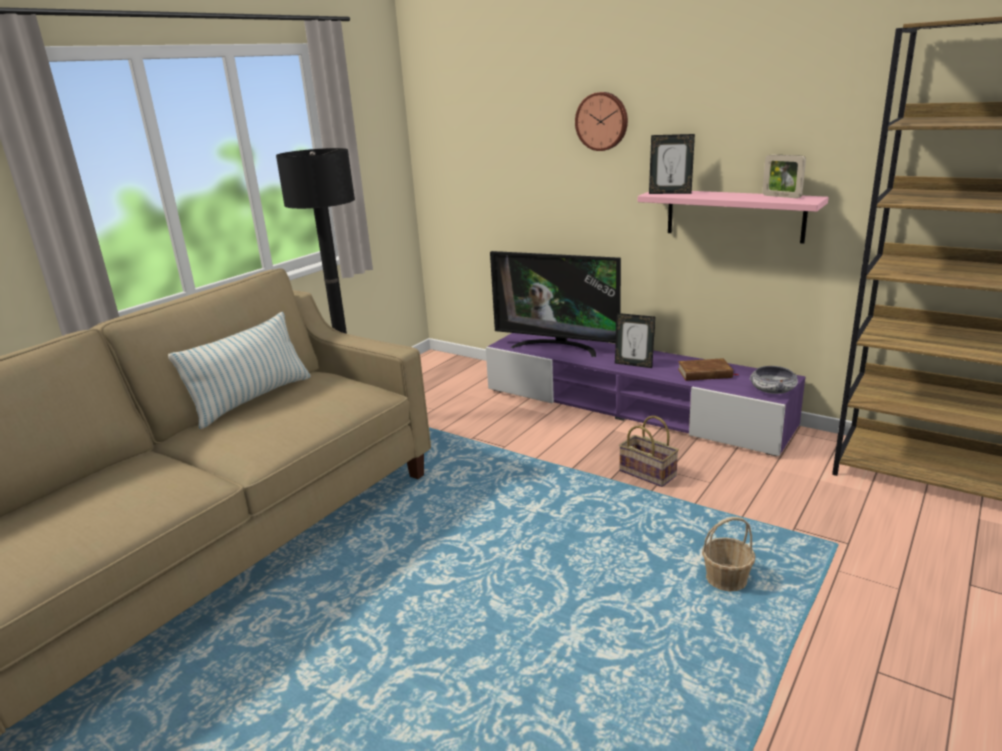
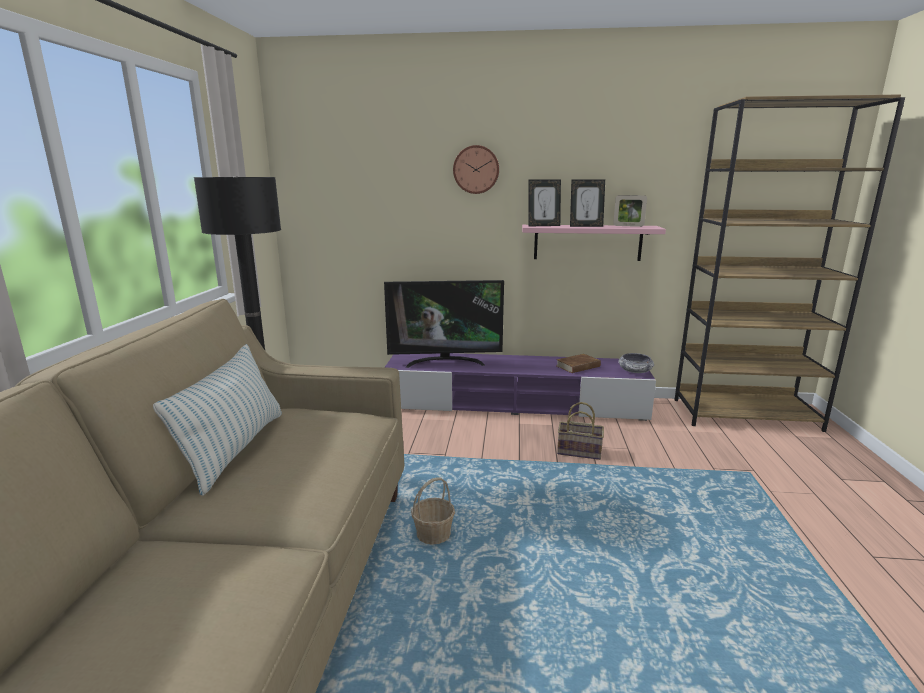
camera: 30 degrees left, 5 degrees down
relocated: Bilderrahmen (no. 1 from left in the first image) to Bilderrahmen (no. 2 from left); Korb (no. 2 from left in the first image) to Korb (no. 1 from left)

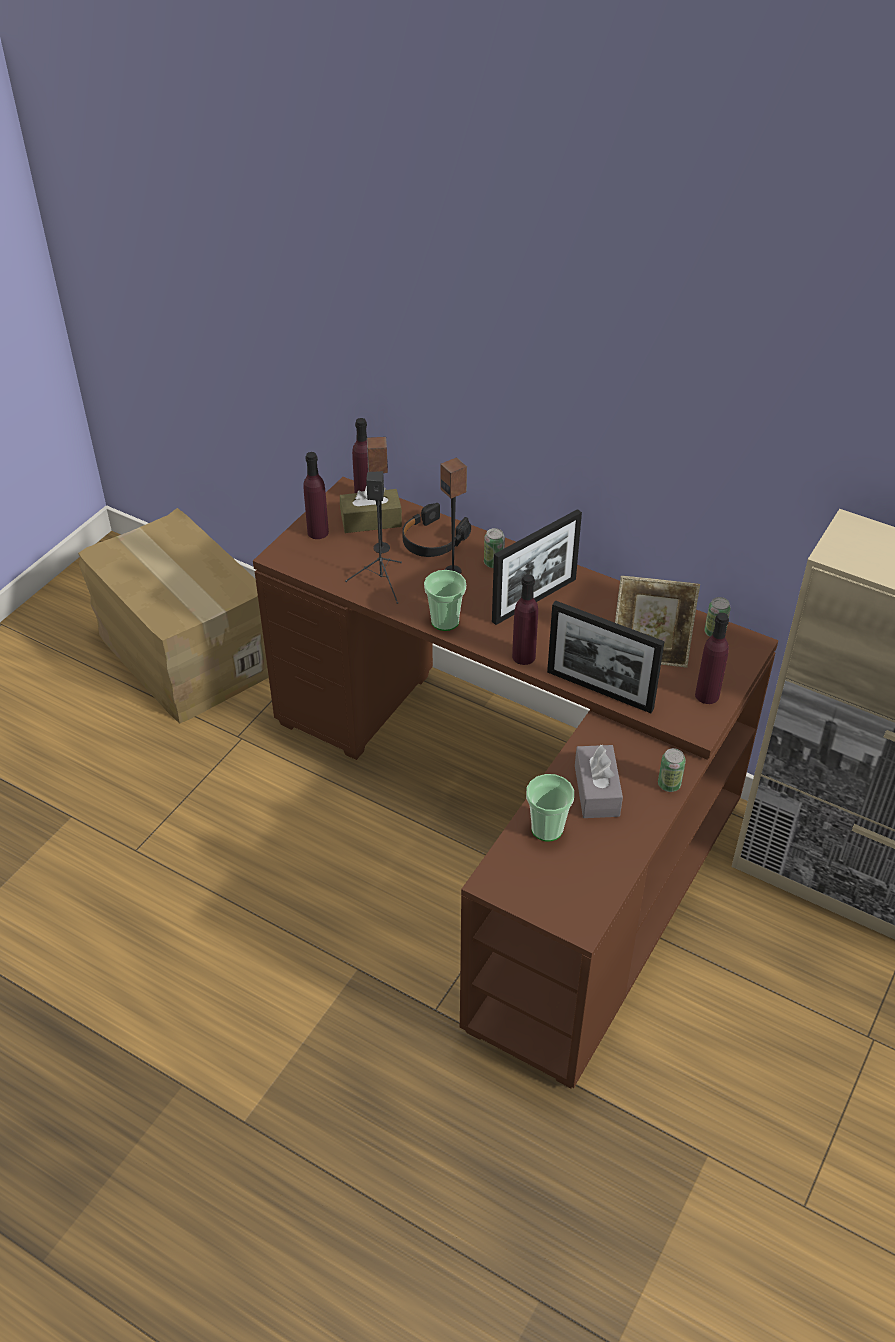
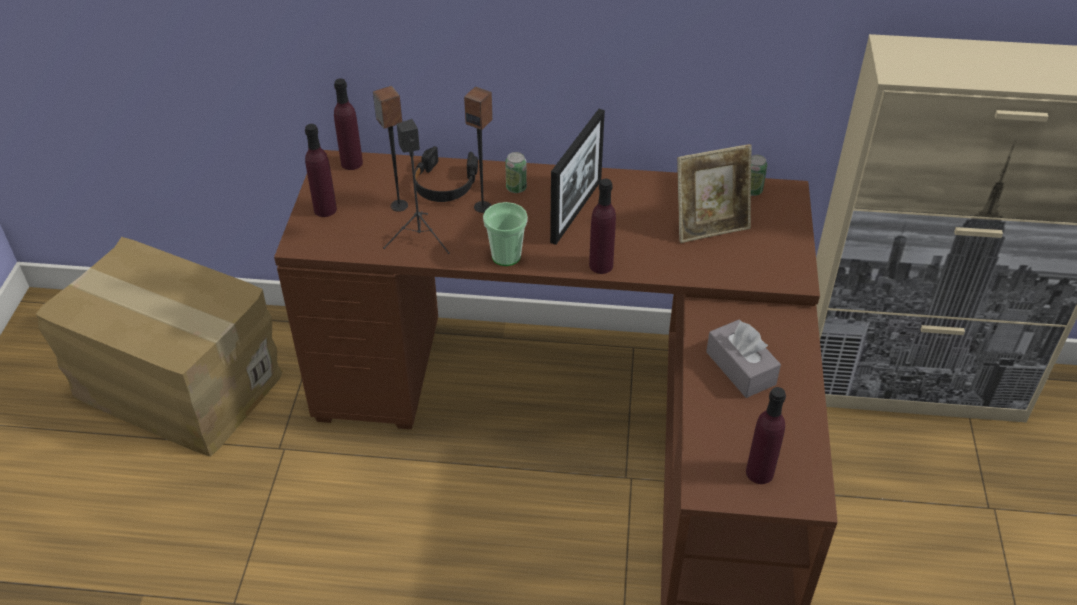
camera: 25 degrees left, 0 degrees up
missing: Taschentuchbox [braun]; Tasse (no. 2 from left); Bilderrahmen (no. 2 from left); Dose (no. 2 from left)
relocated: Flasche [lila] (no. 4 from left)

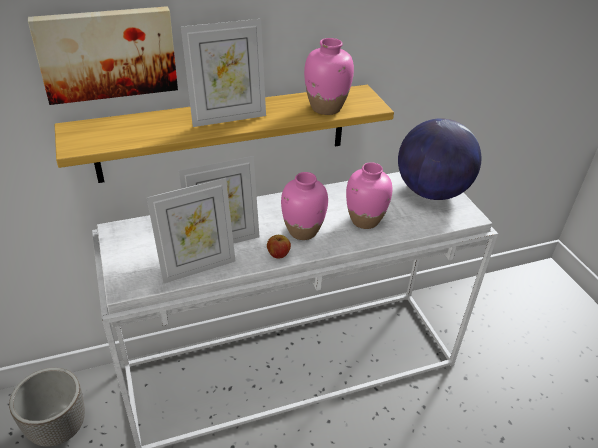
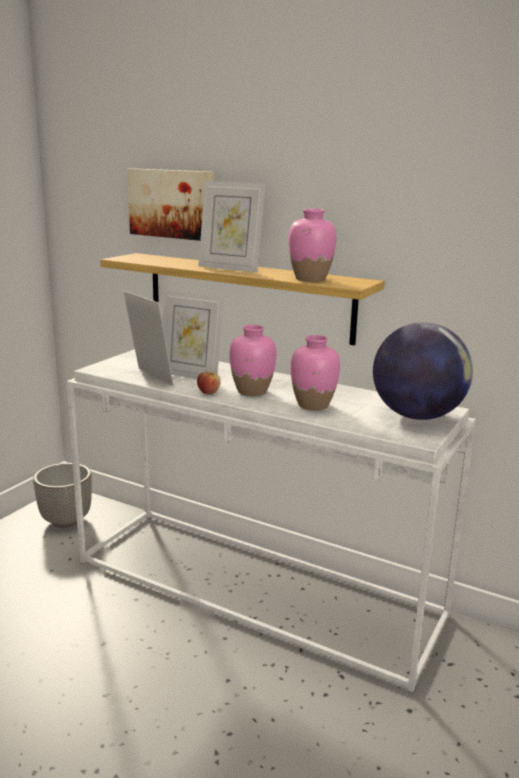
camera: 50 degrees right, 20 degrees down
spun: Bilderrahmen (no. 1 from left) 150 degrees counterclockwise

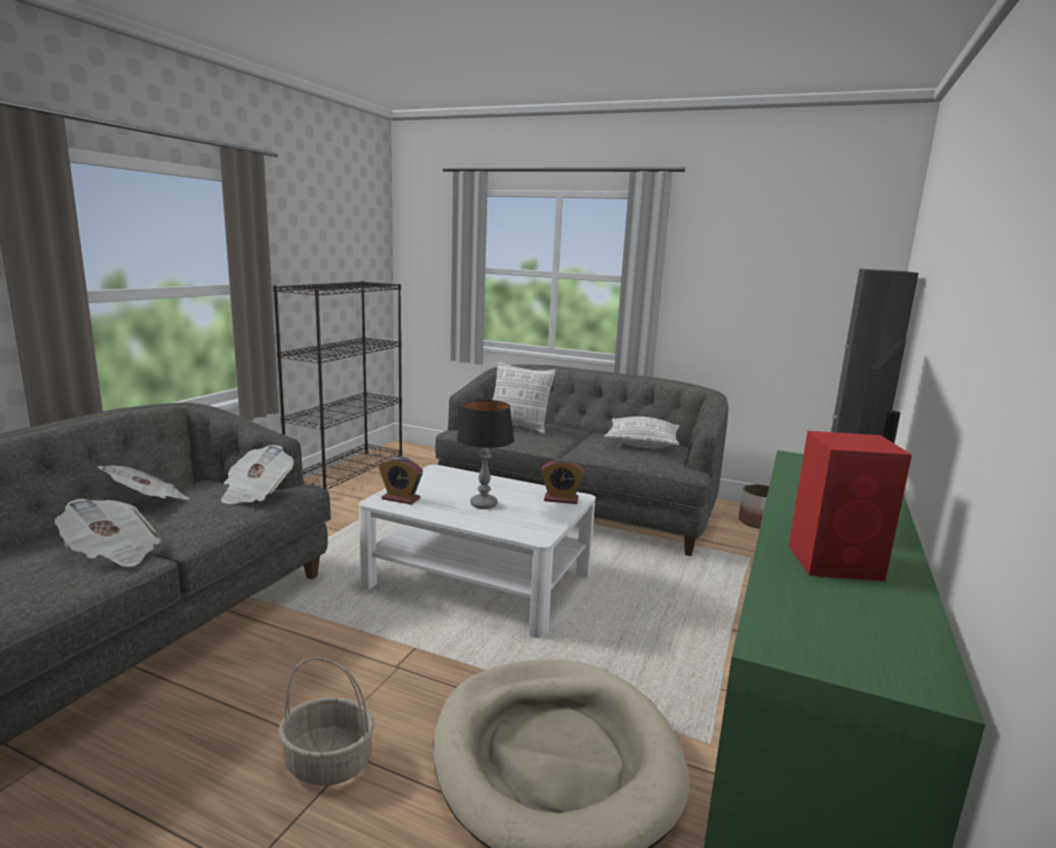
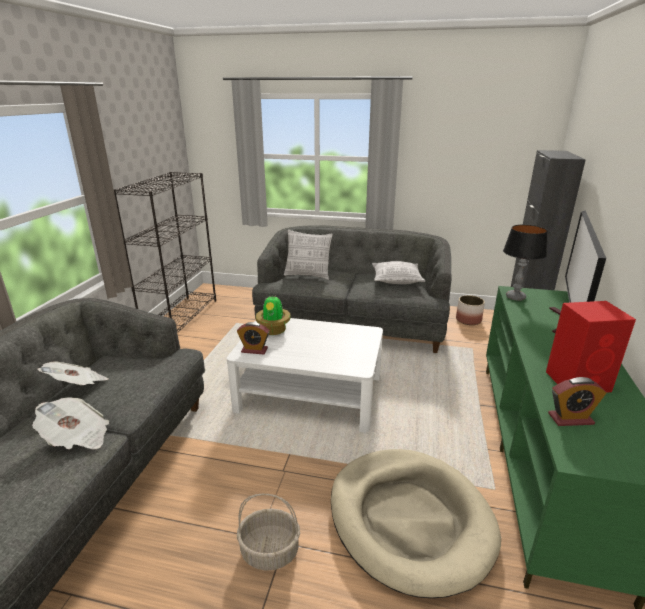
camera: 10 degrees left, 10 degrees up
missing: Zeitung (no. 3 from left)
appeared: Topfpflanze
relocated: Tischlampe; Wecker (no. 2 from left)

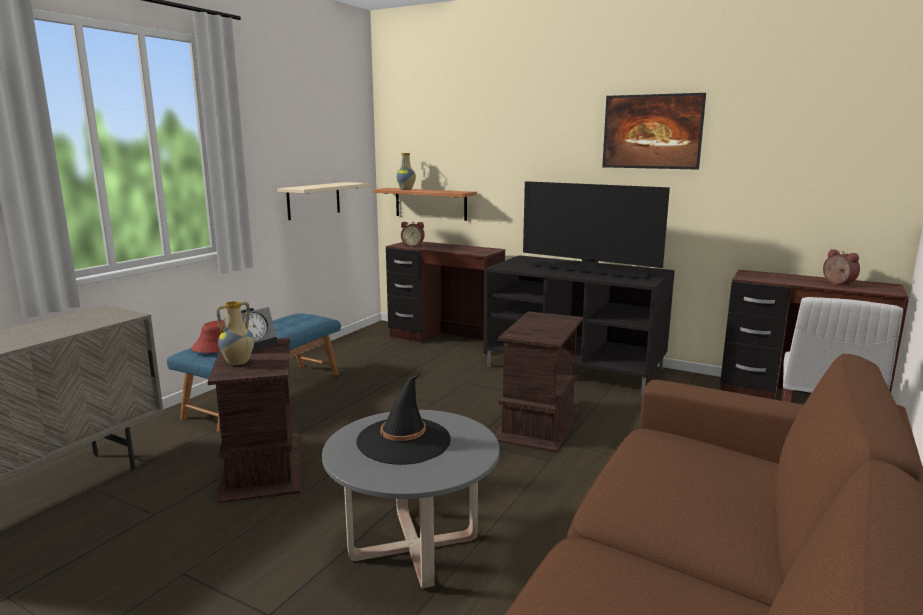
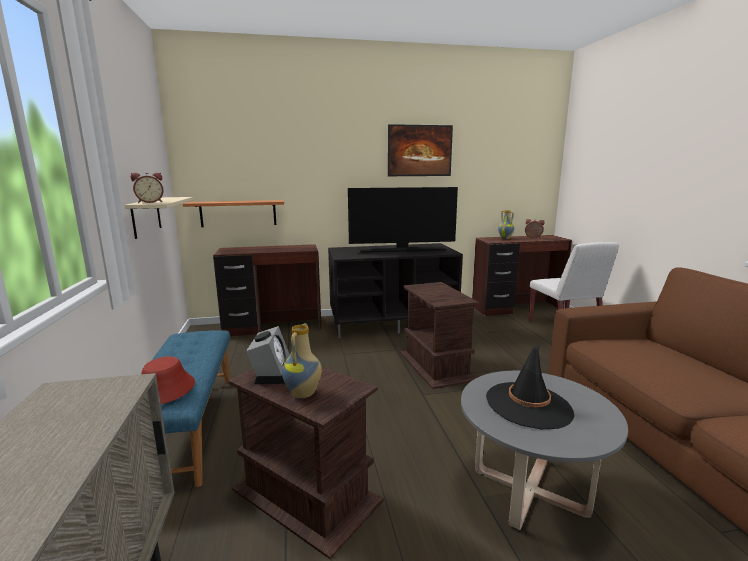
camera: 40 degrees left, 0 degrees up
relocated: Vase (no. 2 from left); Wecker (no. 2 from left in the first image) to Wecker (no. 1 from left)

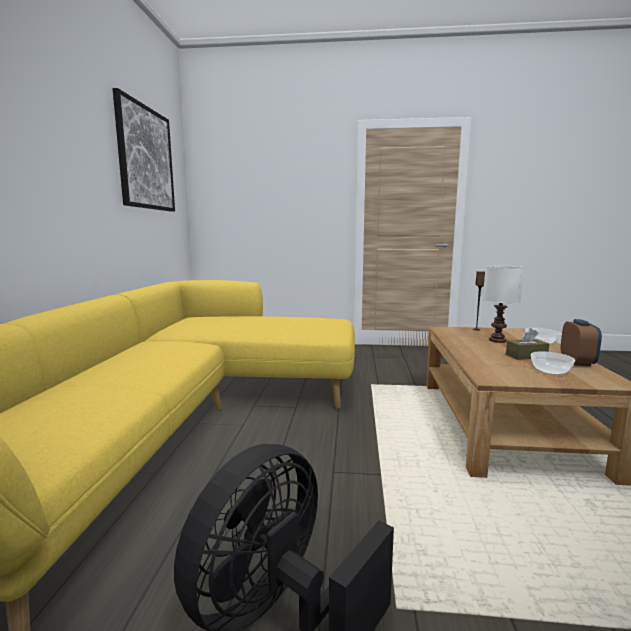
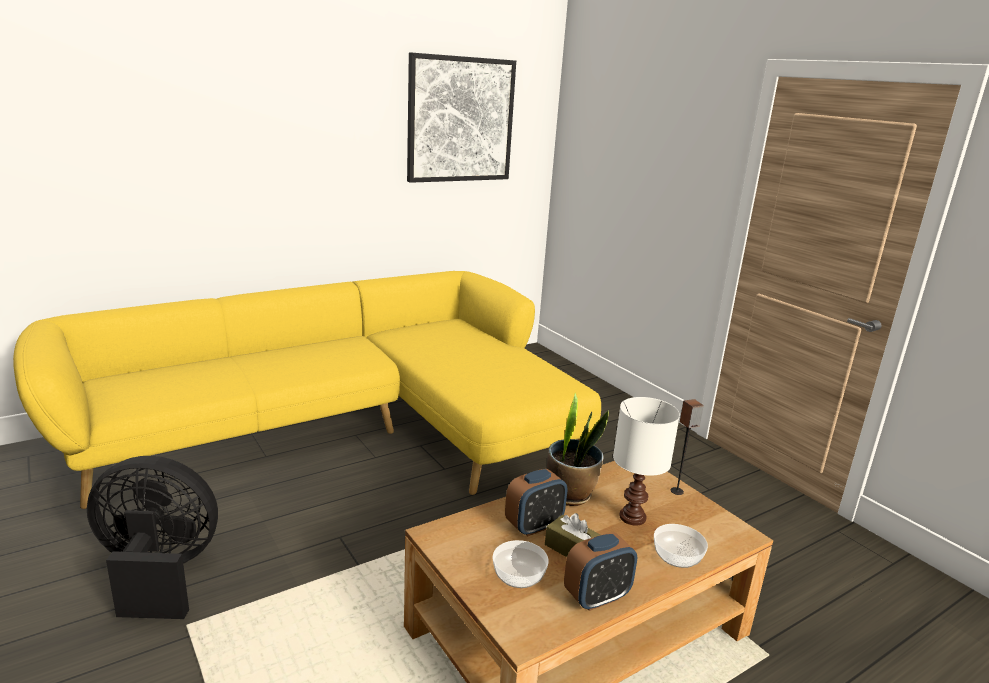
camera: 50 degrees right, 10 degrees up
appeared: Wecker (no. 1 from left); Topfpflanze

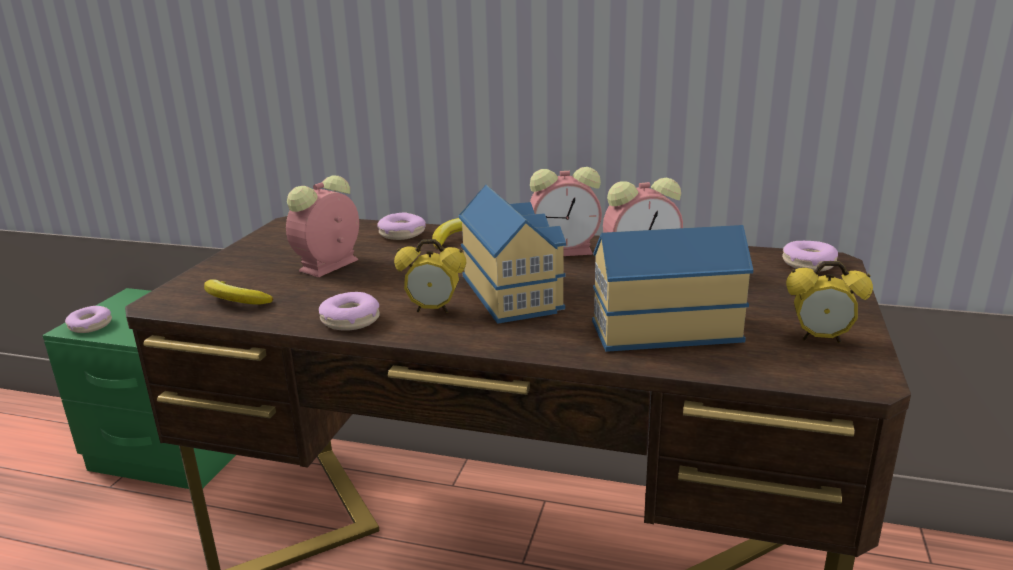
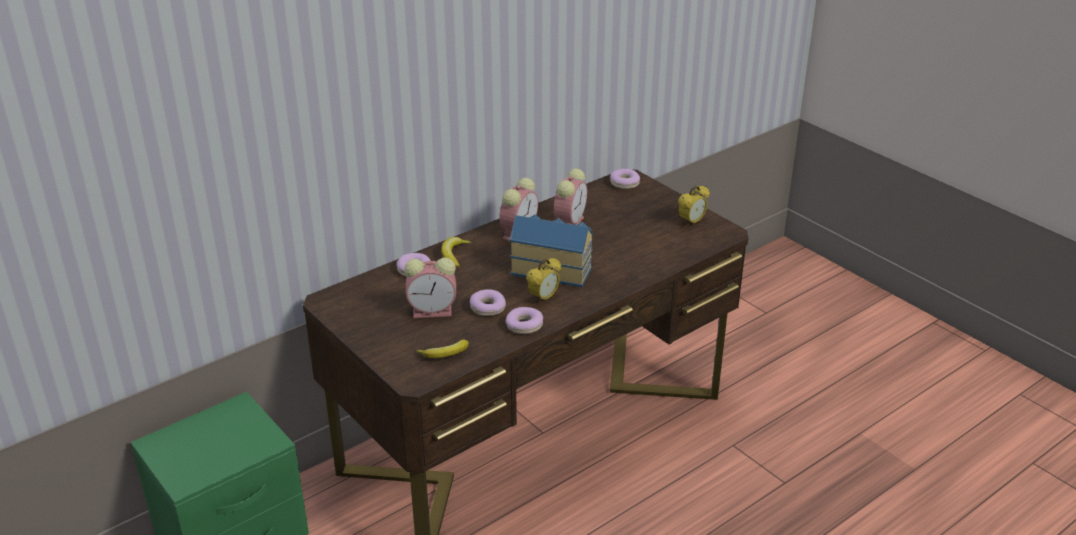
camera: 55 degrees left, 10 degrees up
missing: Spielzeughaus (no. 2 from left)
relocated: Donut (no. 1 from left in the first image) to Donut (no. 2 from left)
spun: Wecker (no. 1 from left) 75 degrees counterclockwise

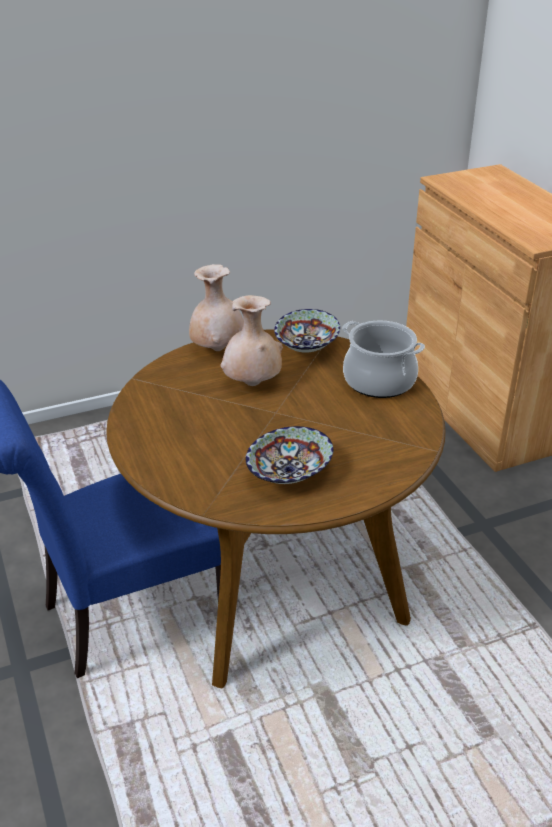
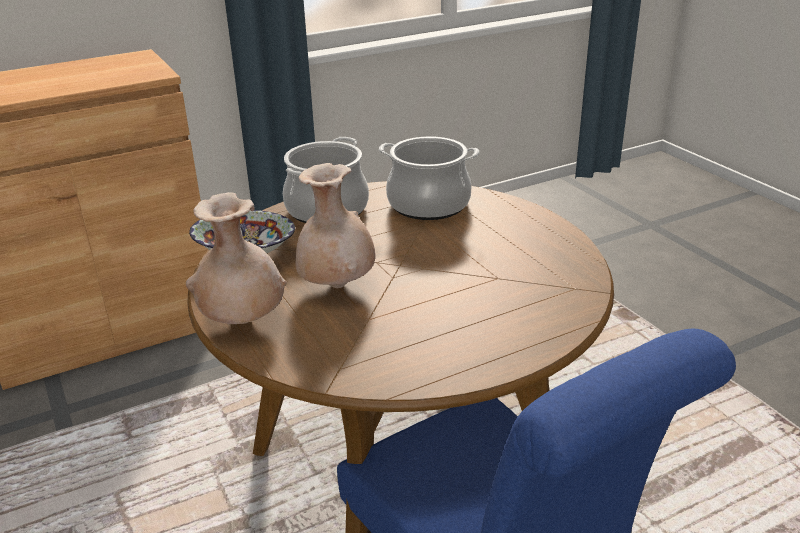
camera: 95 degrees left, 5 degrees down
missing: Schüssel (no. 1 from left)
appeared: Kochtopf (no. 2 from left)

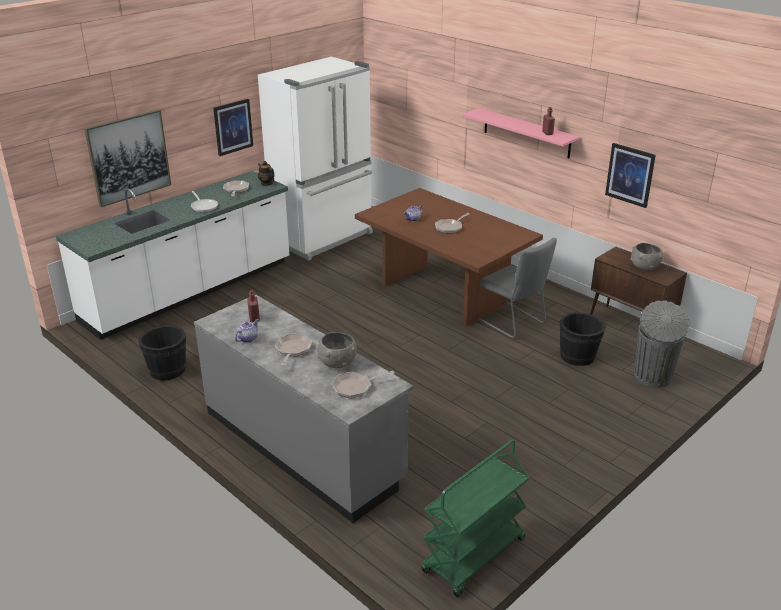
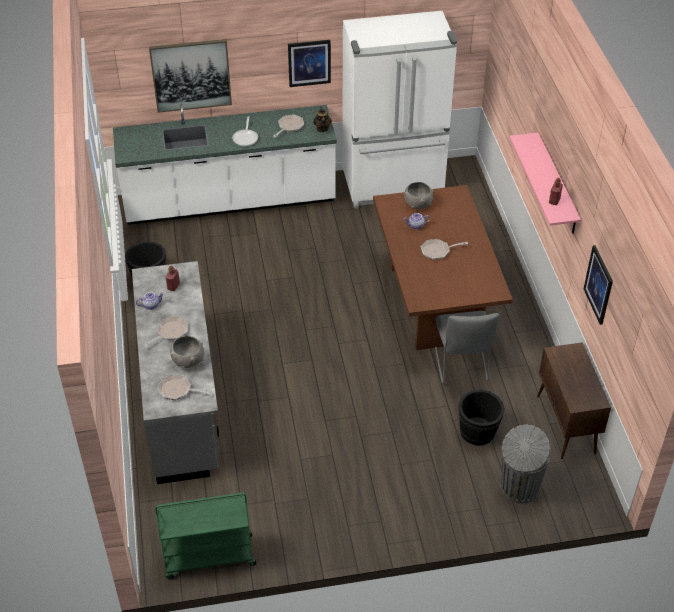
camera: 35 degrees right, 15 degrees up
relocated: Schüssel [grau] (no. 2 from left)

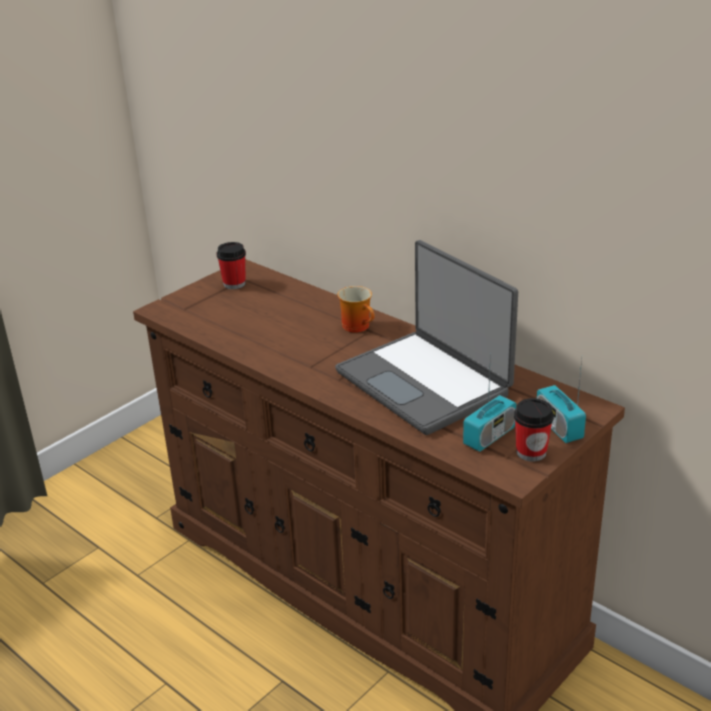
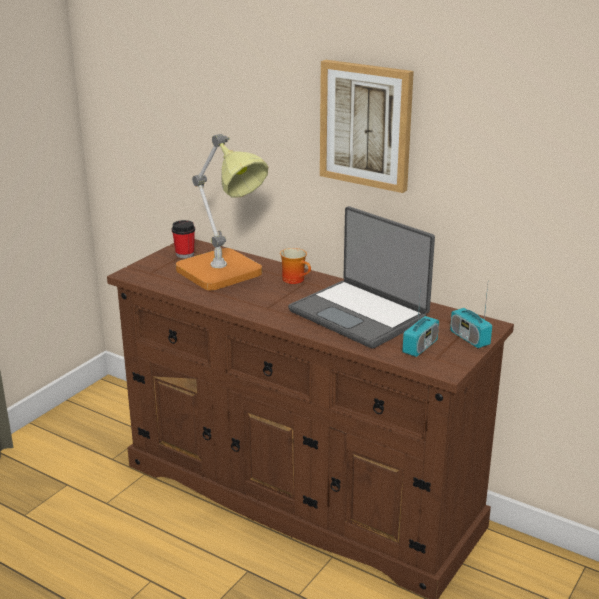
camera: 10 degrees left, 5 degrees down
missing: Tasse (no. 2 from left)
appeared: Tischlampe; Bild

